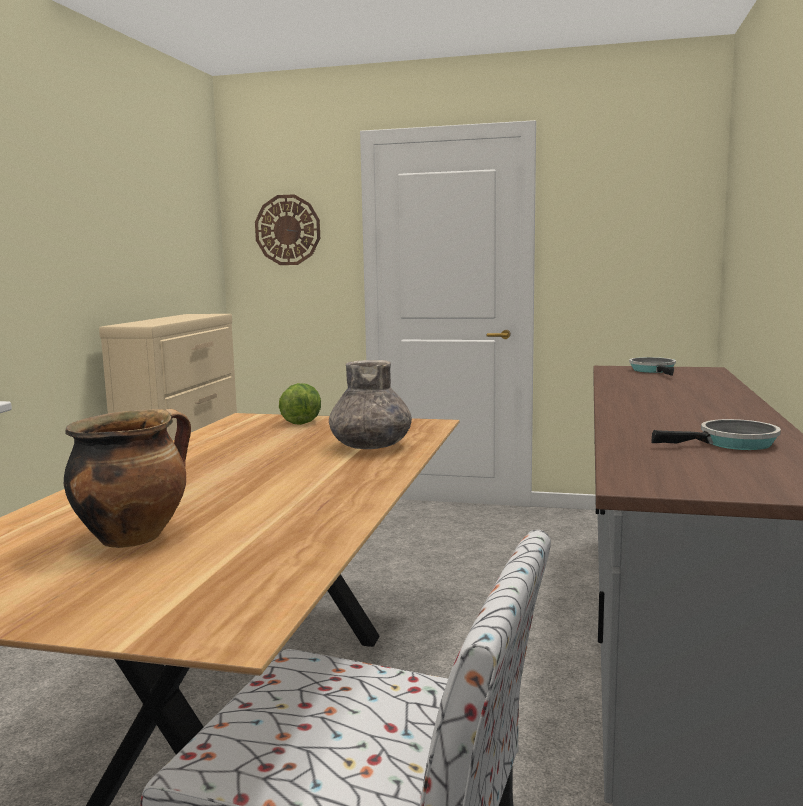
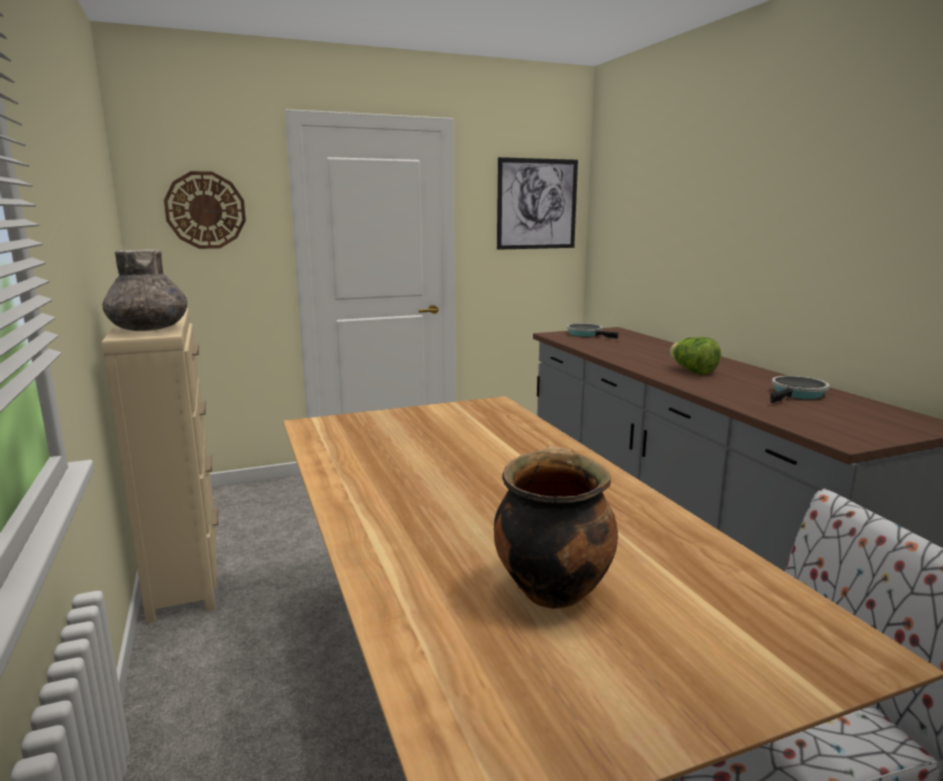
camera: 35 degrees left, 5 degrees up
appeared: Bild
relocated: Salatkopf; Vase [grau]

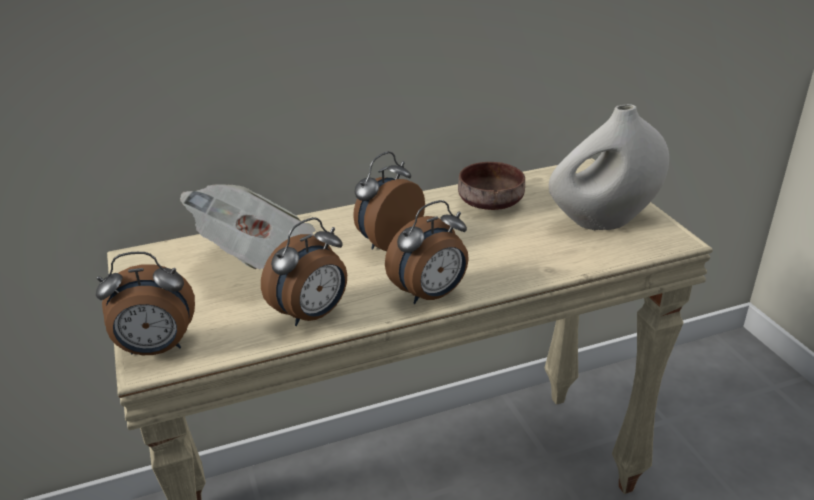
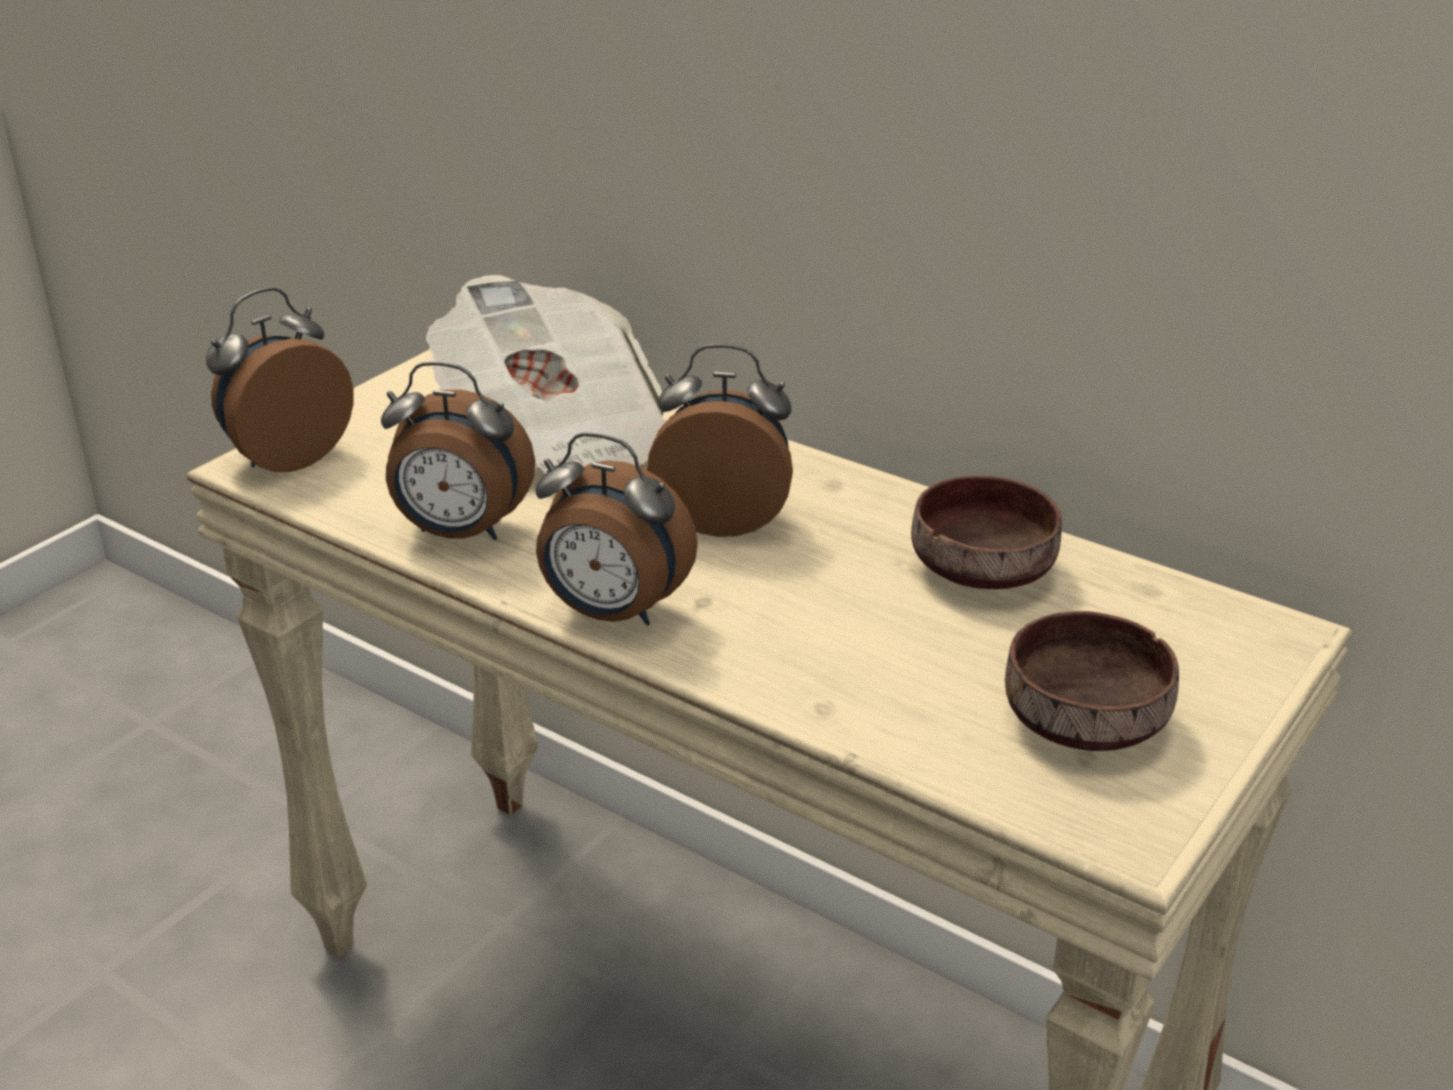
camera: 55 degrees right, 0 degrees up
exchanged: Vase [weiß] to Schüssel [braun] (no. 2 from left)
spun: Wecker (no. 1 from left) 90 degrees clockwise

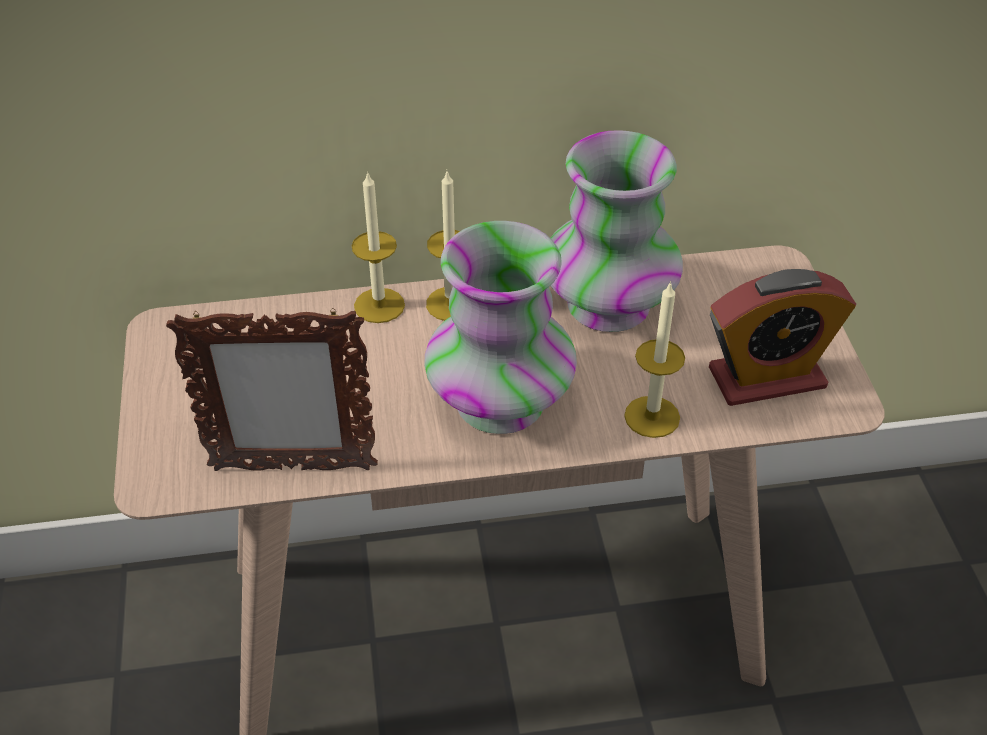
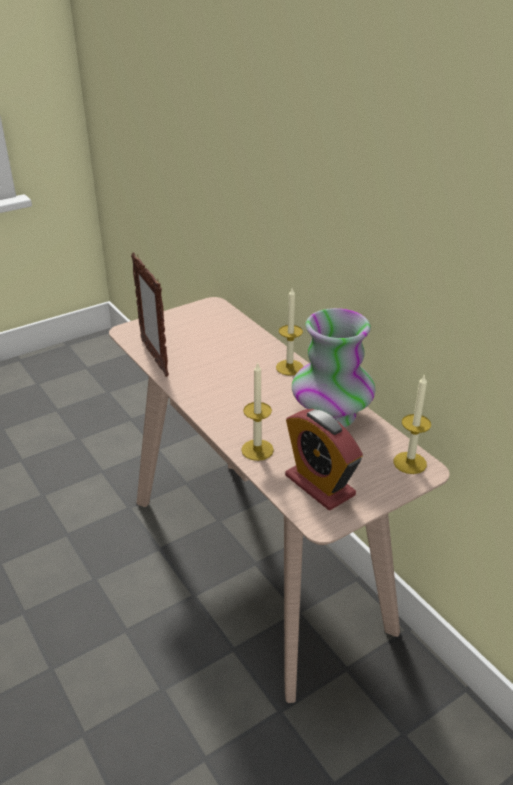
camera: 65 degrees right, 10 degrees down
missing: Vase (no. 1 from left)
relocated: Kerze (no. 1 from left in the first image) to Kerze (no. 3 from left)

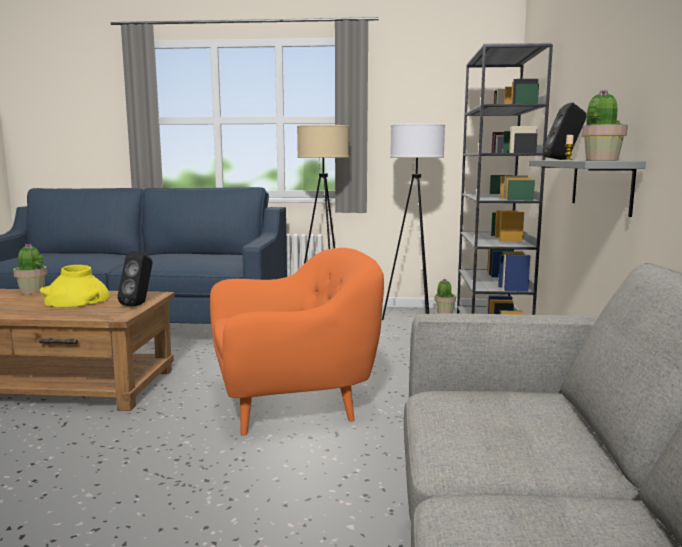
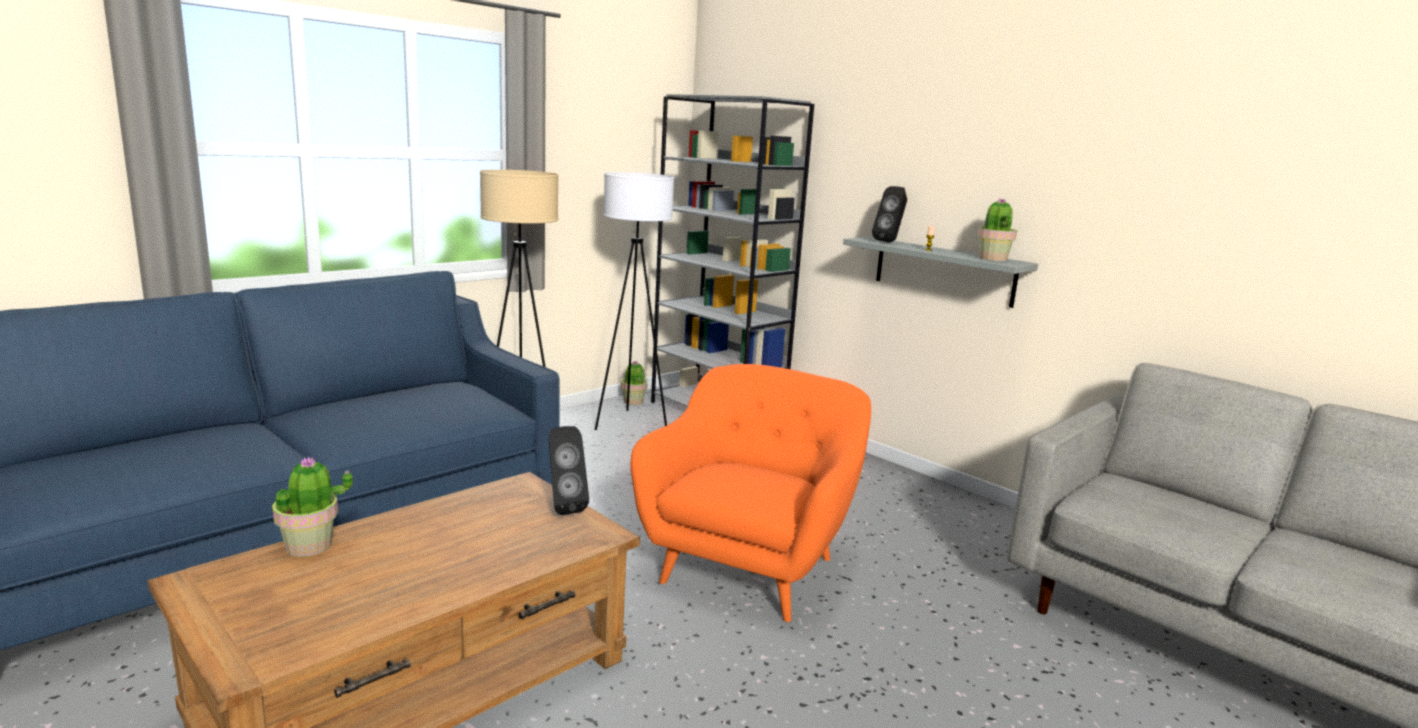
camera: 50 degrees left, 5 degrees up
missing: Vase [gelb]

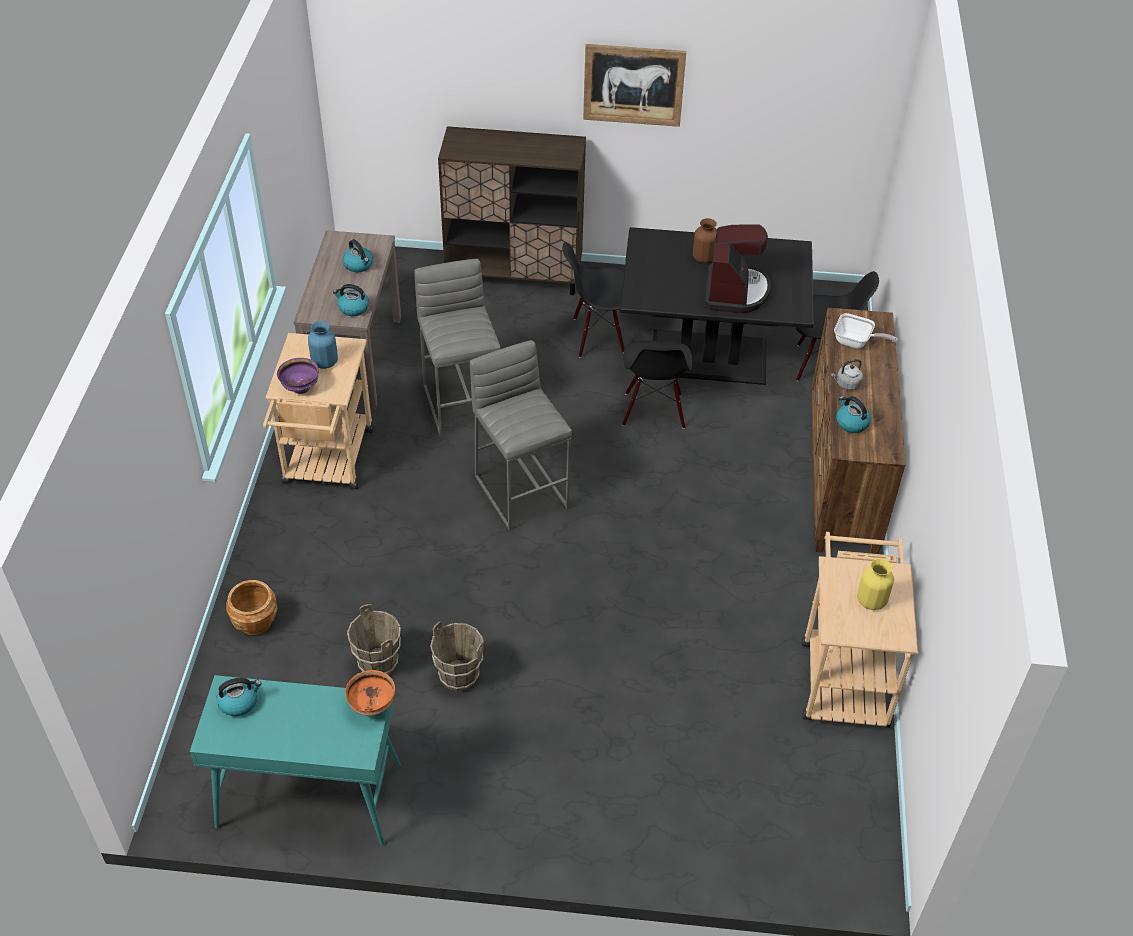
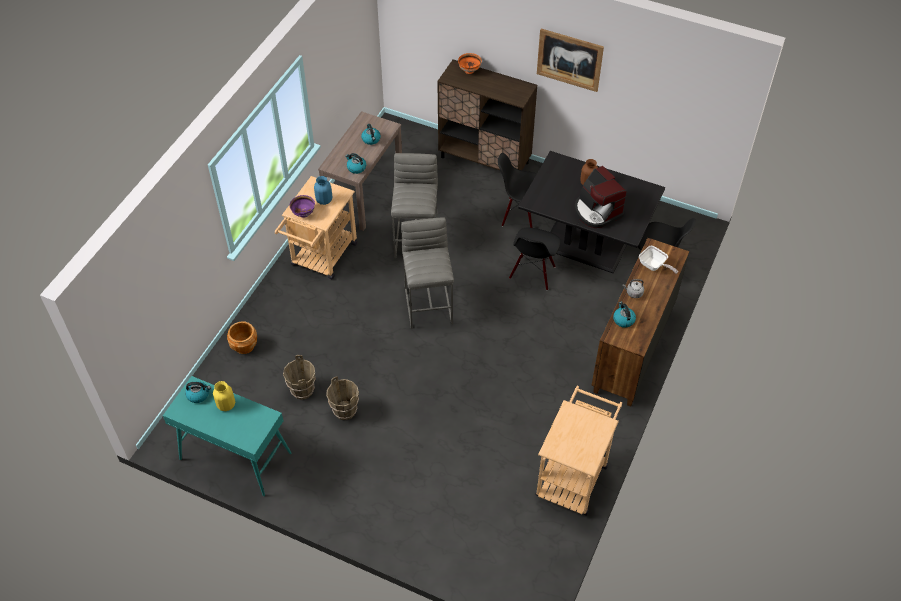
camera: 20 degrees right, 5 degrees up
relocated: Schüssel [orange]; Vase [gelb]
spun: Kaffeemaschine 120 degrees clockwise

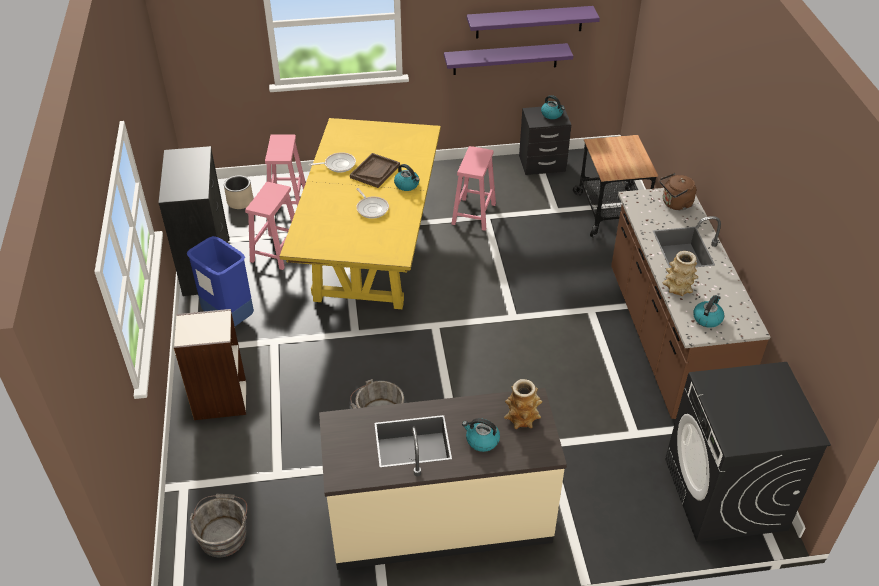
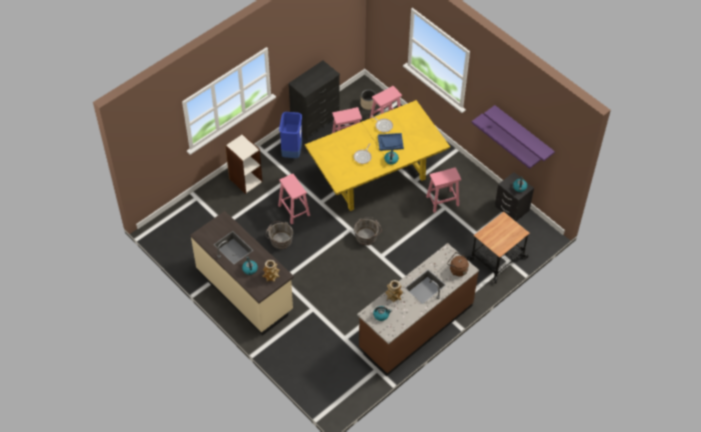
camera: 55 degrees right, 10 degrees up
missing: Waschmaschine [schwarz]
appeared: Hocker [rosa] (no. 1 from left)
relocated: Eimer [grau] (no. 1 from left in the first image) to Eimer [grau] (no. 2 from left)
colour: Tablett [braun] to Tablett [blau]

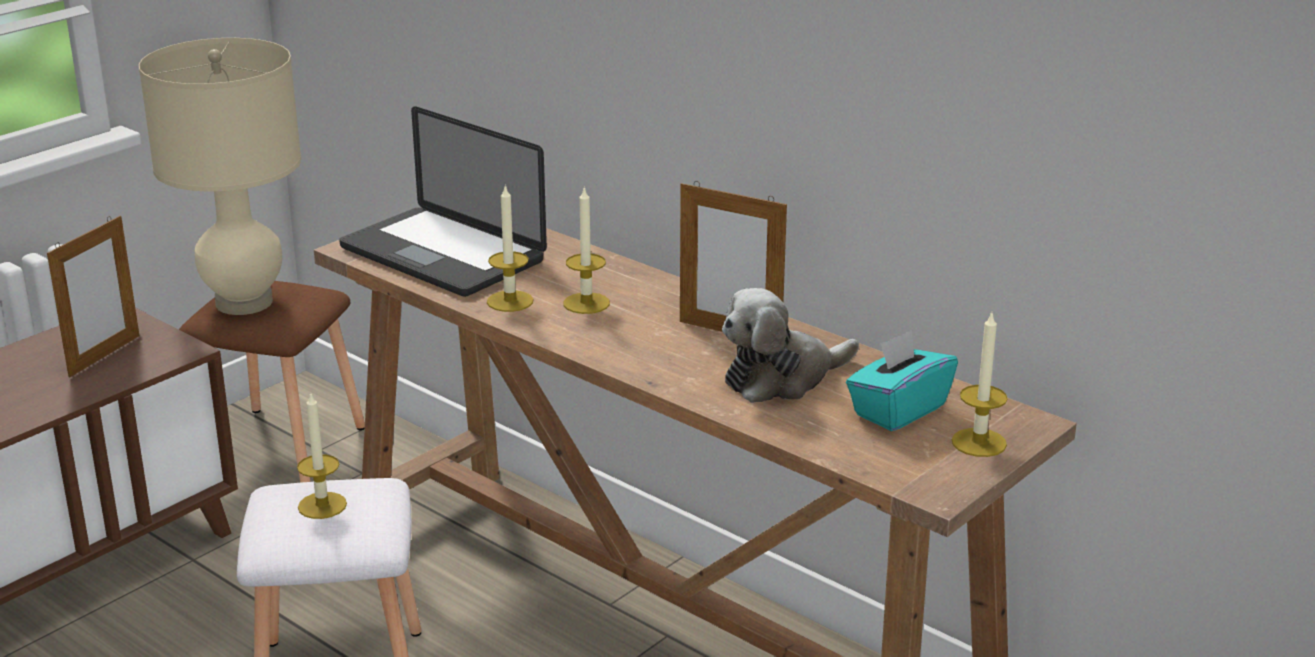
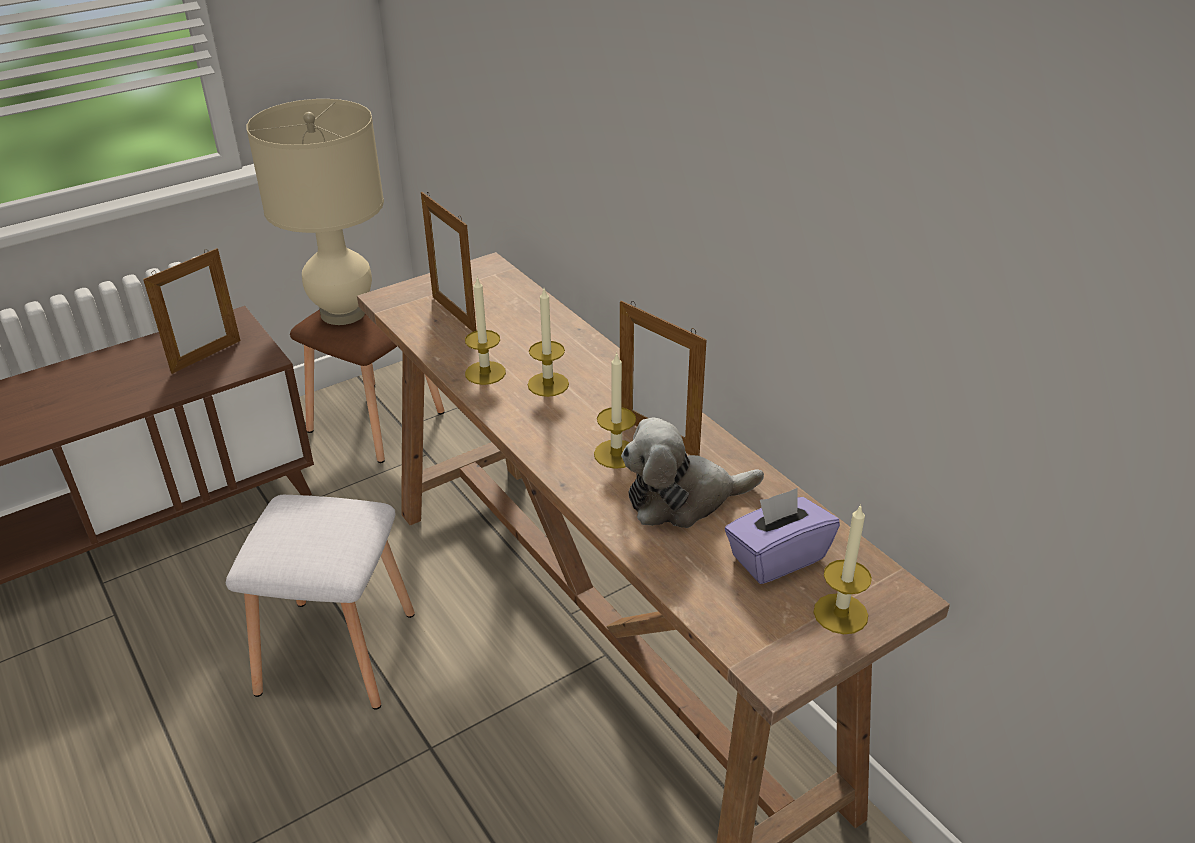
camera: 15 degrees right, 10 degrees up
relocated: Kerze (no. 1 from left in the first image) to Kerze (no. 3 from left)
exchanged: Laptop to Bilderrahmen (no. 2 from left)
colour: Taschentuchbox [türkis] to Taschentuchbox [lila]

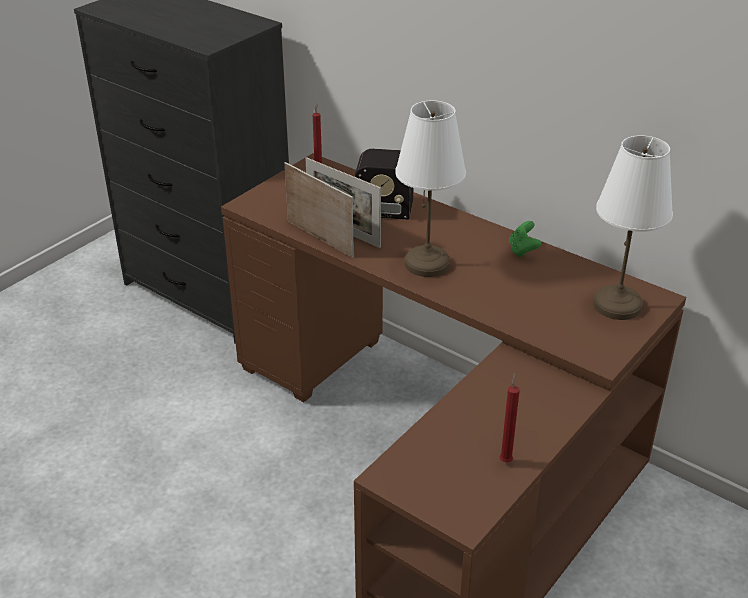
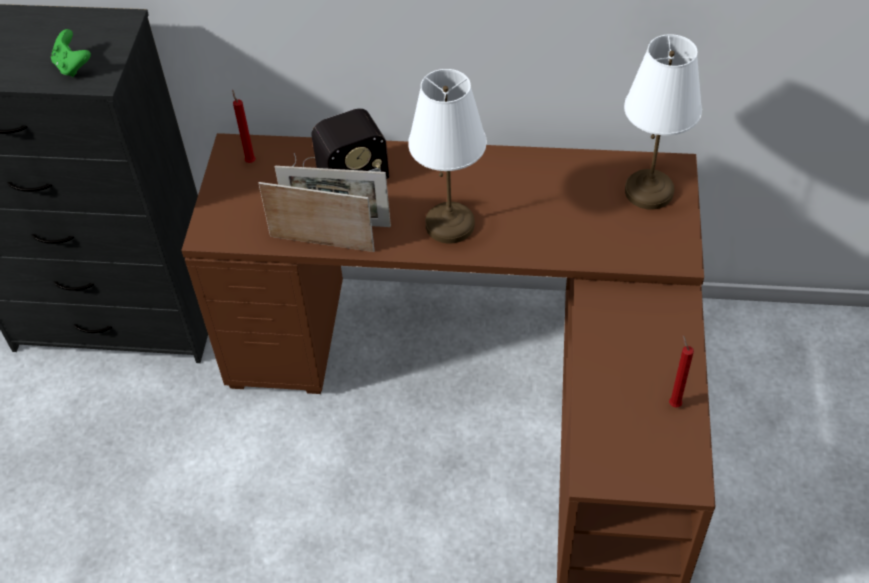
camera: 30 degrees left, 15 degrees up
relocated: Gamepad [grün]

